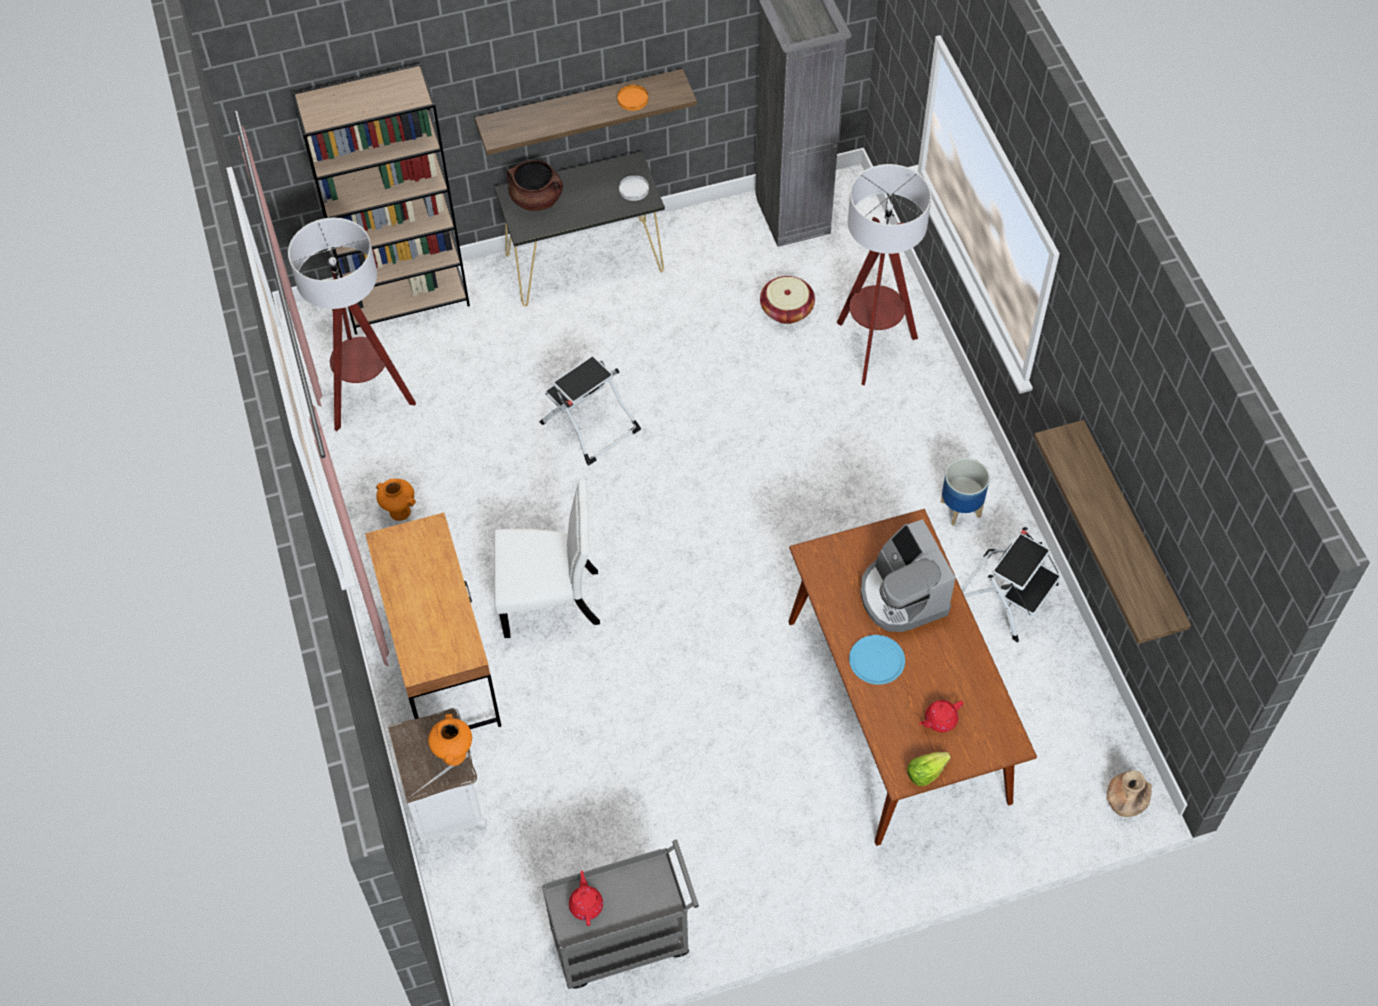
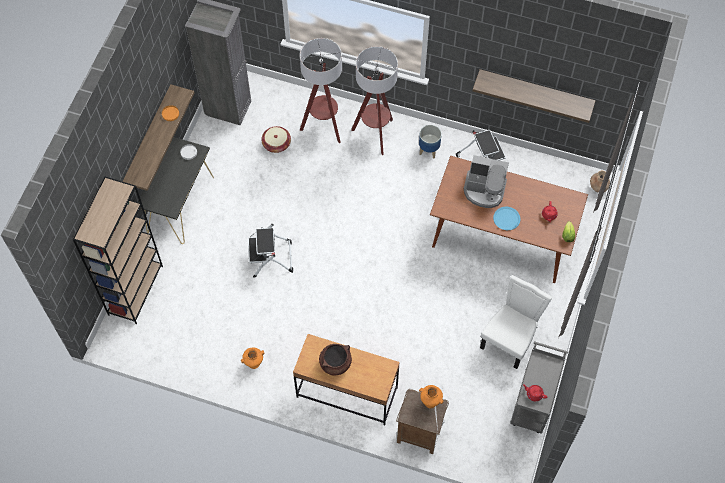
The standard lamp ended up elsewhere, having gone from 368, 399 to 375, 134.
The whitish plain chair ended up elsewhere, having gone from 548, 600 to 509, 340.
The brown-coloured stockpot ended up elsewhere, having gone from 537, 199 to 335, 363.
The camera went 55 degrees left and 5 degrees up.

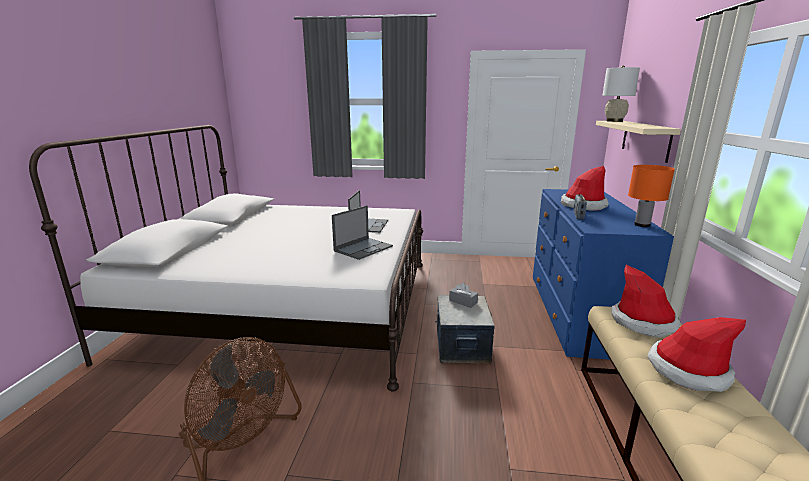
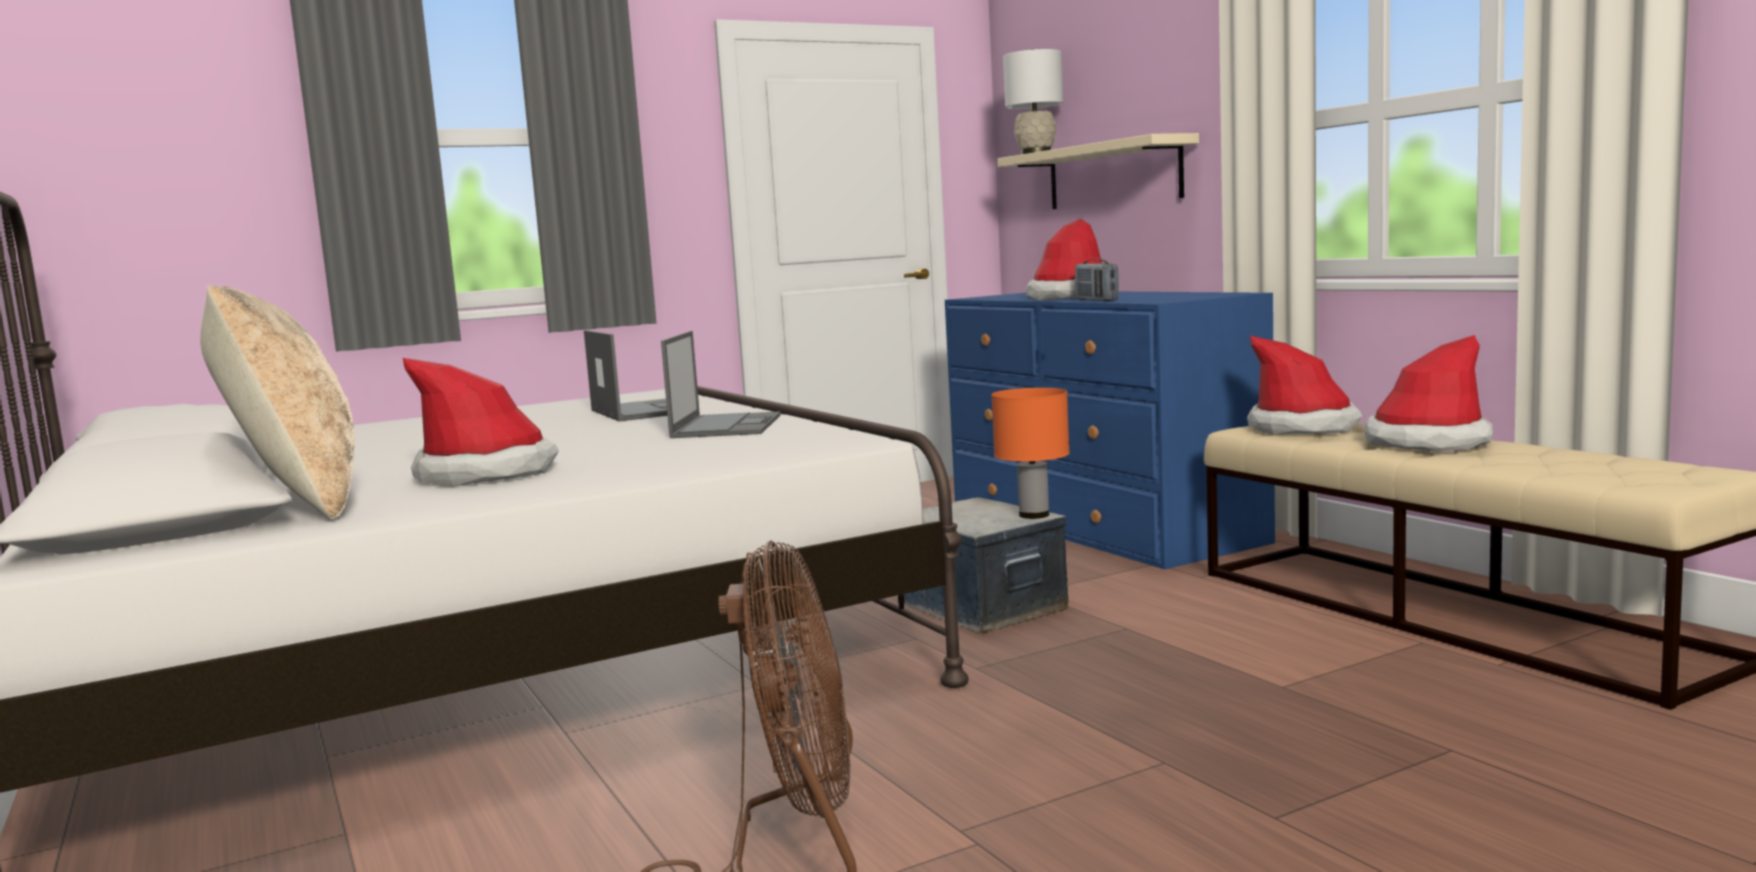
The second view lost the greyish tissue box at 463, 301.
The orange tabletop lamp ended up elsewhere, having gone from 642, 225 to 1034, 515.
The second view gained the sand-coloured throw pillow at 297, 505.
The second view gained the hat at 487, 473.
The camera went 35 degrees left and 10 degrees down.

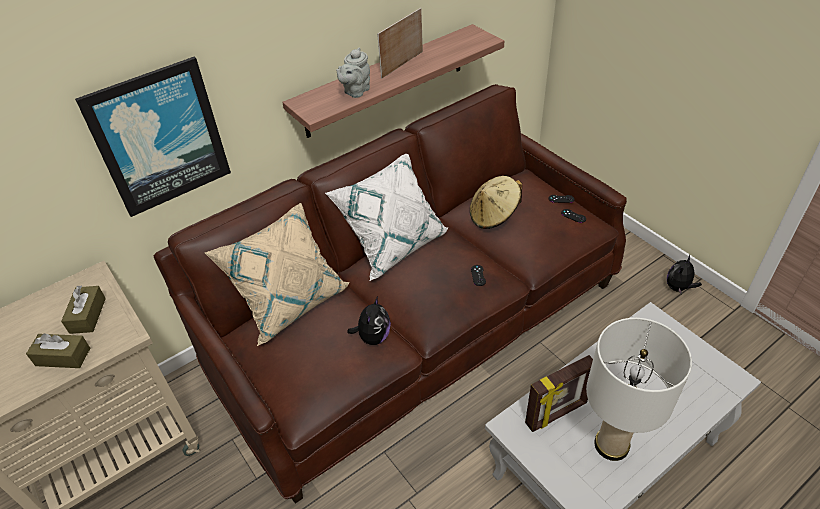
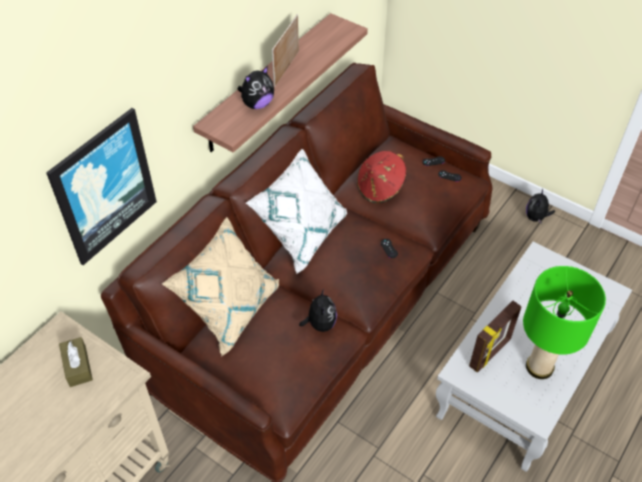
The second view lost the brown-coloured tissue box at 63, 357.
Where the greyish tea pot stood at 355, 91, the cuddly toy came to stand at 257, 104.
What was the sand-coloured hat at 494, 216 turned into the red hat at 380, 188.
What was the whitish tabletop lamp at 612, 445 turned into the green-coloured tabletop lamp at 539, 367.
The camera went 20 degrees left and 5 degrees up.

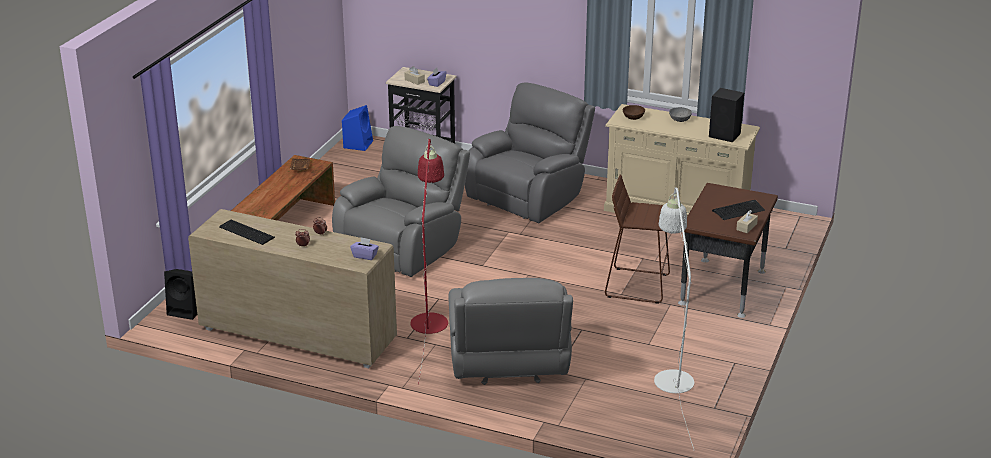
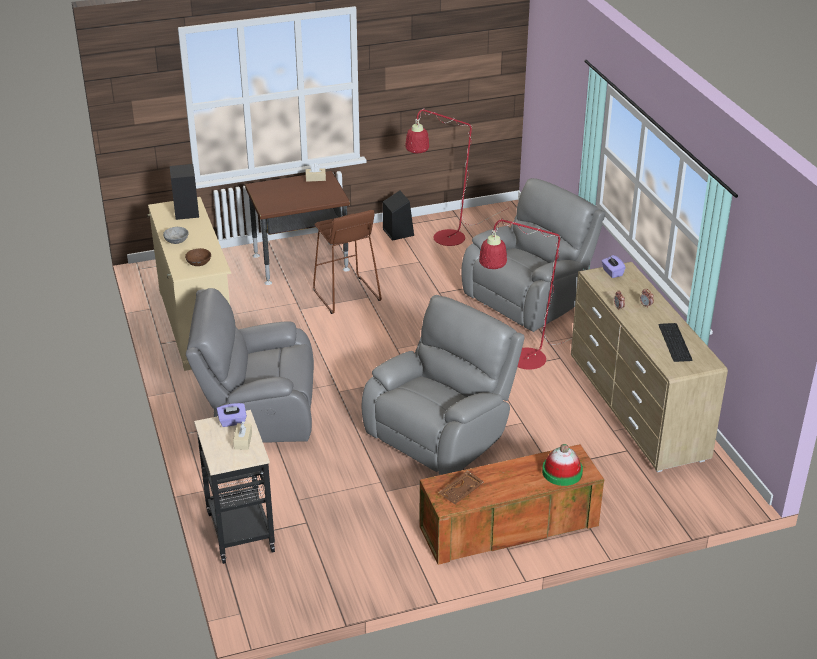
The blackish loudspeaker ended up elsewhere, having gone from 187, 310 to 397, 232.
The greyish armchair at 403, 247 ended up facing another way, 135 degrees clockwise from before.
The second view lost the bluish loudspeaker at 358, 144.
What was the whitish standard lamp at 671, 375 turned into the red standard lamp at 443, 241.
The second view lost the PC keyboard at 738, 210.
The second view gained the hat at 562, 472.
The camera went 130 degrees left and 5 degrees up.

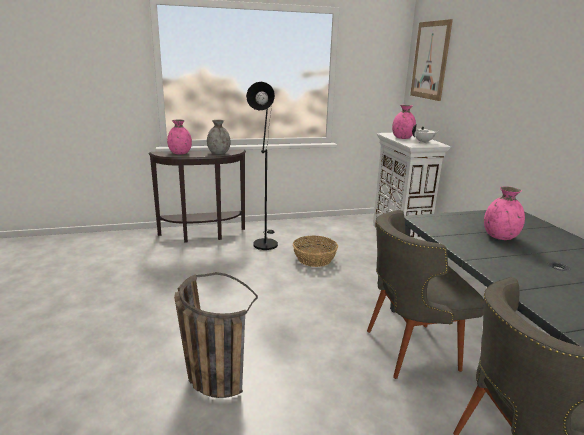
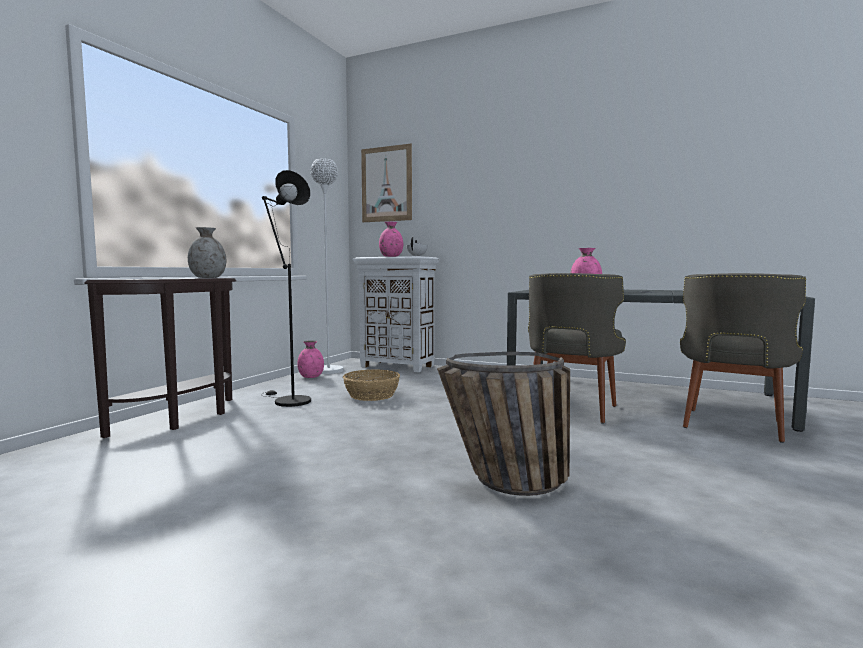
The pink decorative vase ended up elsewhere, having gone from 180, 153 to 311, 377.
The second view gained the whitish standard lamp at 328, 371.
The camera went 50 degrees left and 15 degrees down.

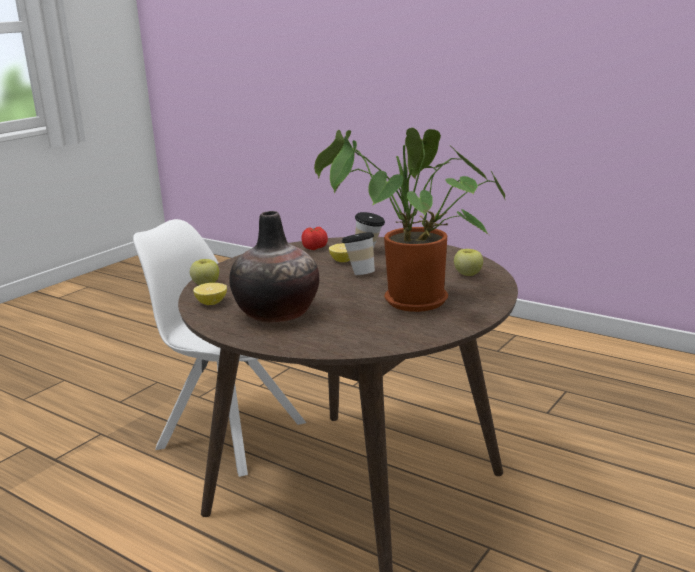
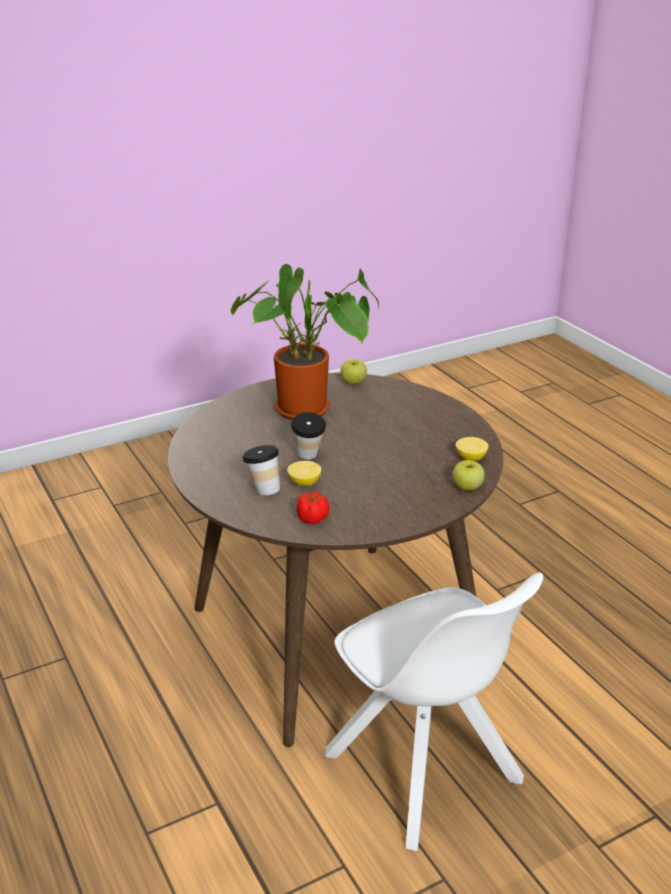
The second view lost the decorative vase at 277, 313.
The whole apple ended up elsewhere, having gone from 468, 274 to 353, 382.
The camera went 155 degrees left and 10 degrees up.

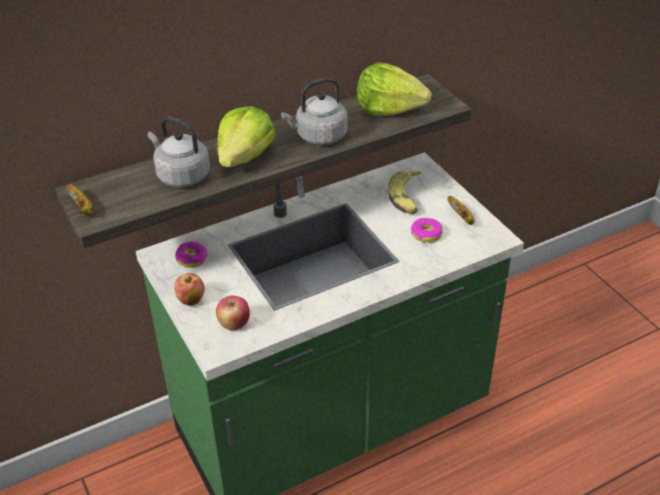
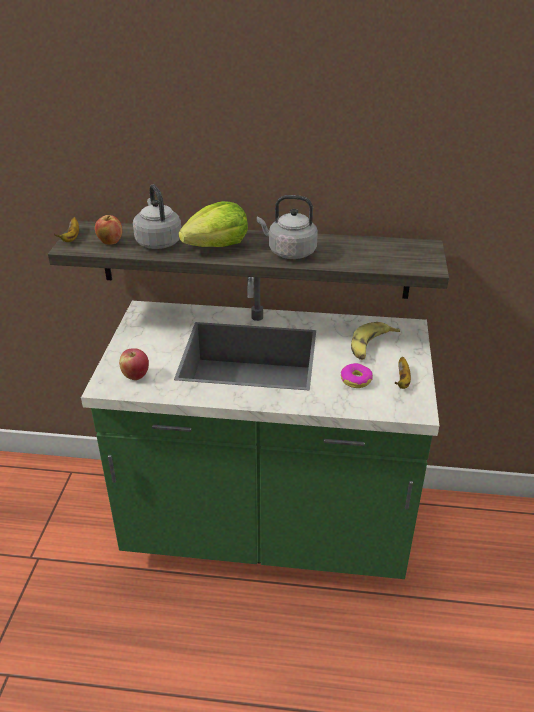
The whole apple ended up elsewhere, having gone from 191, 300 to 110, 242.
The second view lost the doughnut at 192, 259.
The second view lost the lettuce at 389, 107.
The camera went 35 degrees right and 5 degrees down.

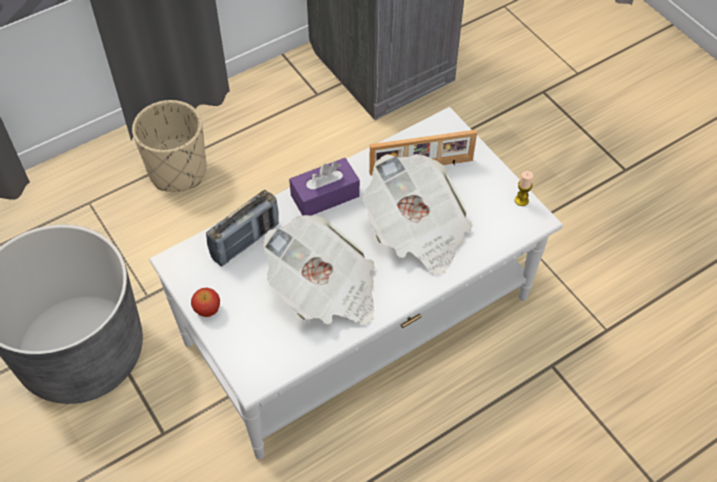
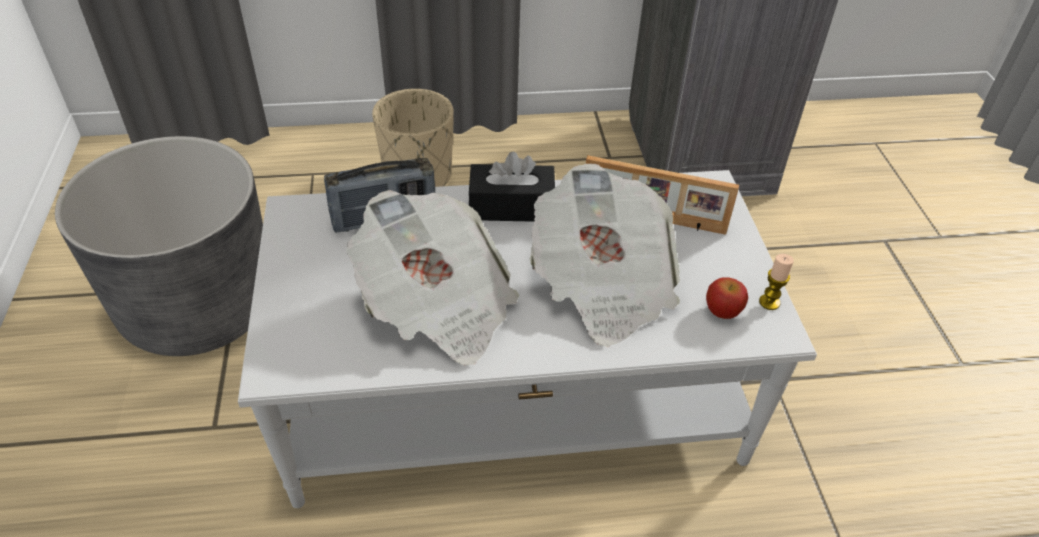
The whole apple ended up elsewhere, having gone from 207, 310 to 722, 311.
What was the purplish tissue box at 325, 196 turned into the blackish tissue box at 511, 207.
The camera went 25 degrees right and 10 degrees down.

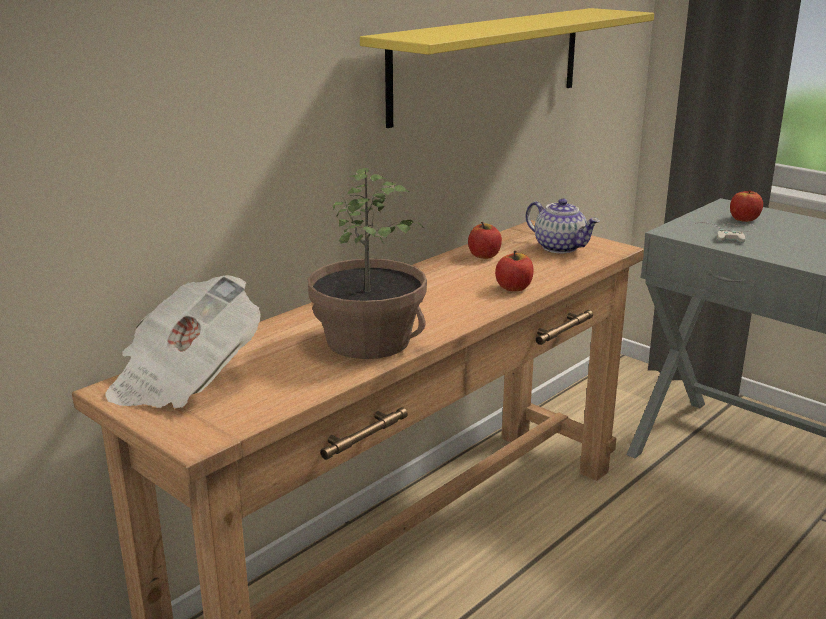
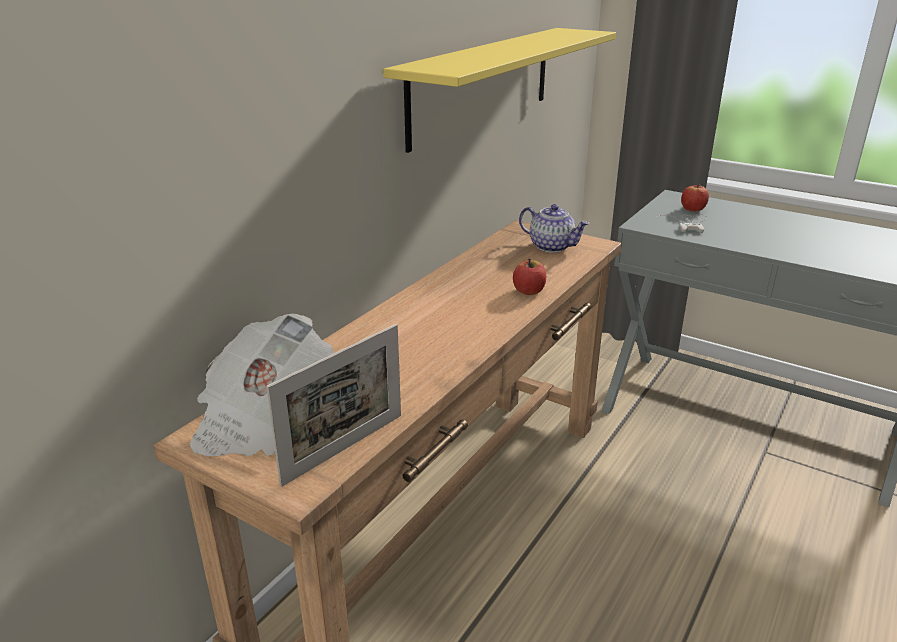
The second view lost the plant in a pot at 367, 341.
The second view lost the whole apple at 484, 256.
The second view gained the photo frame at 344, 448.
The camera went 10 degrees left and 5 degrees up.

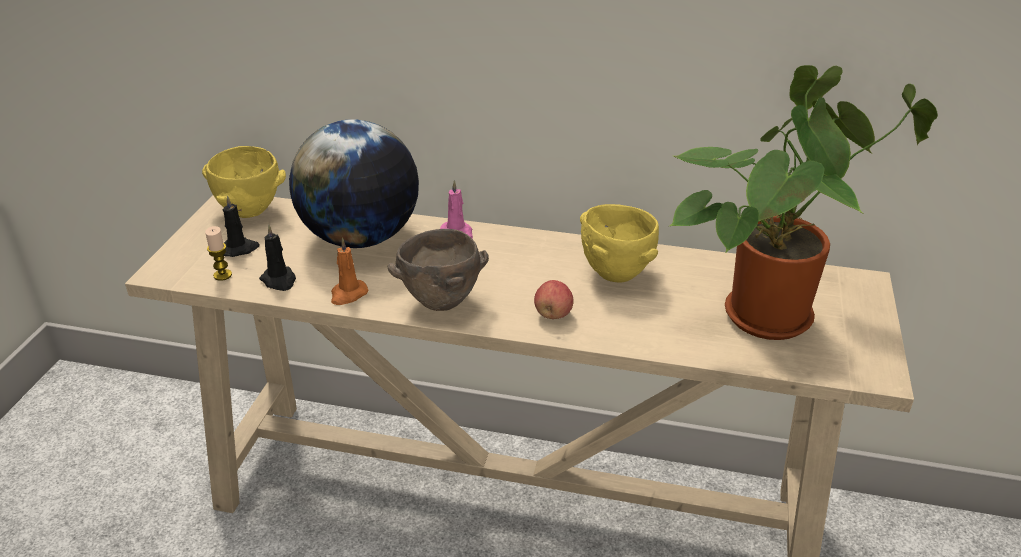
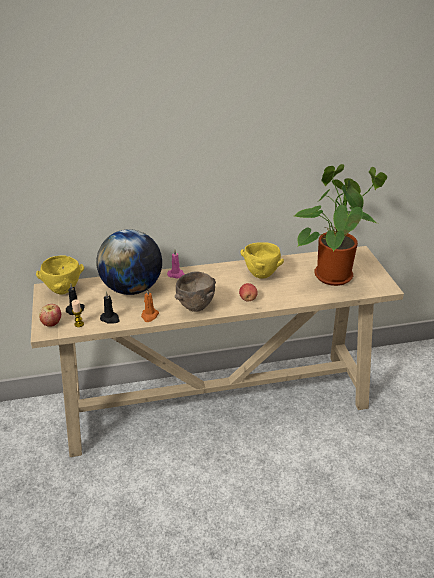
The second view gained the whole apple at 52, 323.
The camera went 25 degrees left and 0 degrees up.

